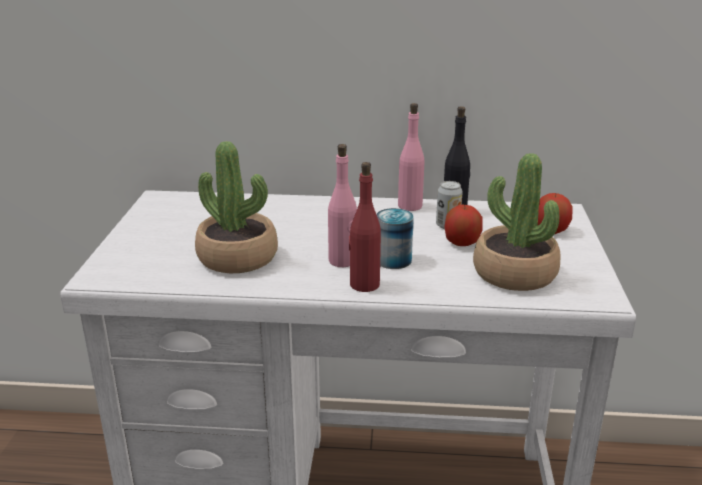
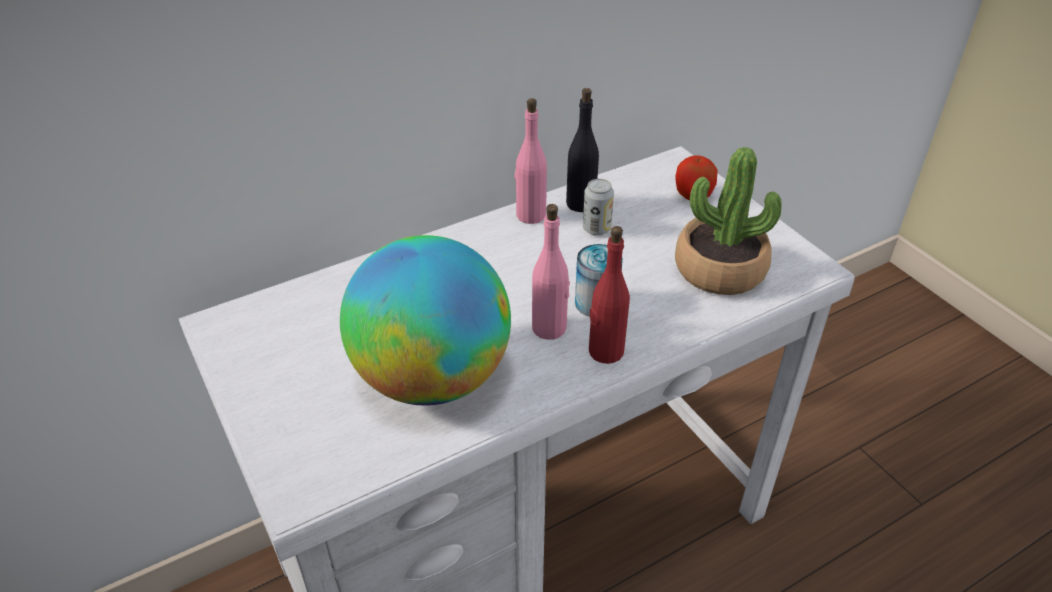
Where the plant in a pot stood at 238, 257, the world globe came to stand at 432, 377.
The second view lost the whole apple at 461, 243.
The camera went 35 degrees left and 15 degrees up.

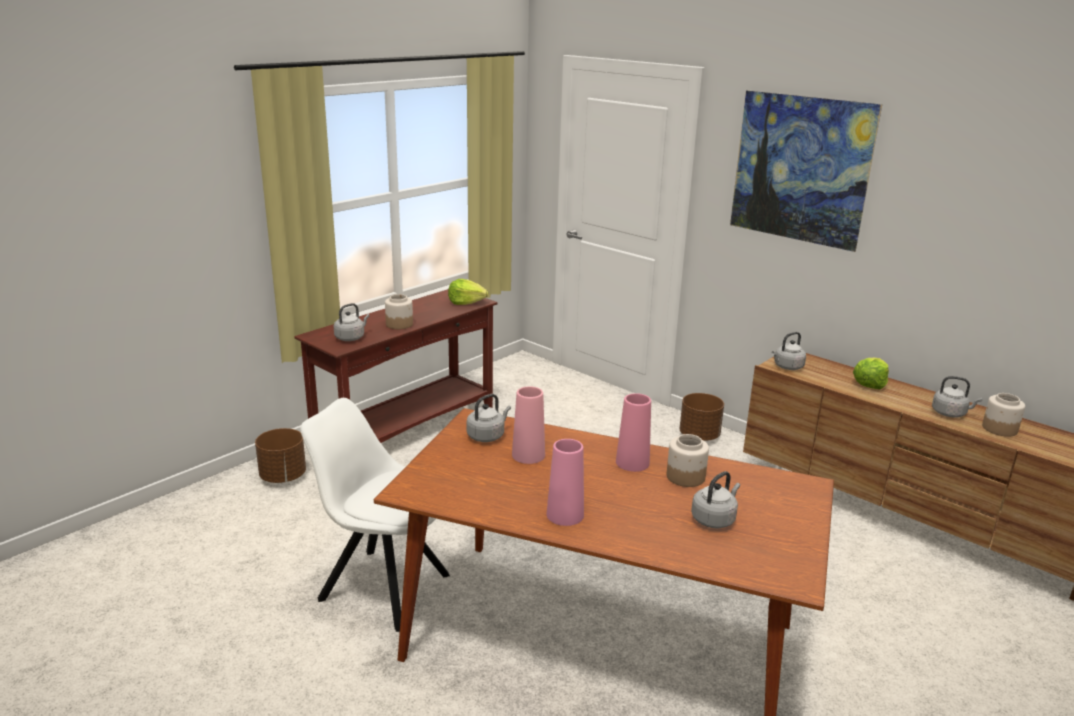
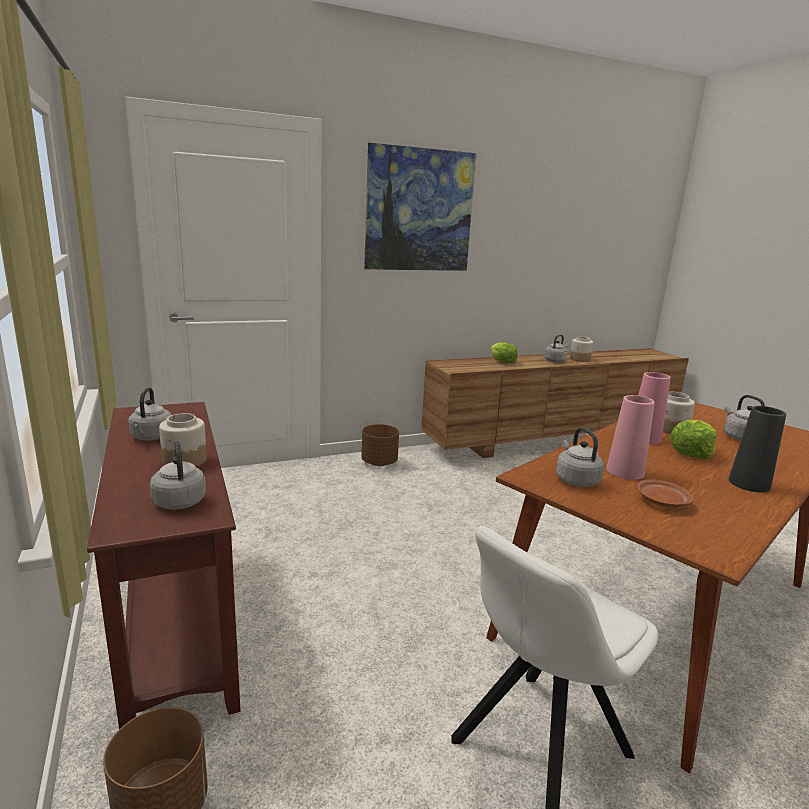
The lettuce ended up elsewhere, having gone from 466, 302 to 690, 452.
What was the pink decorative vase at 565, 515 turned into the blackish decorative vase at 749, 484.
The greyish kettle ended up elsewhere, having gone from 787, 367 to 151, 437.
The second view gained the brown-coloured dinner plate at 661, 501.
The camera went 65 degrees left and 5 degrees down.

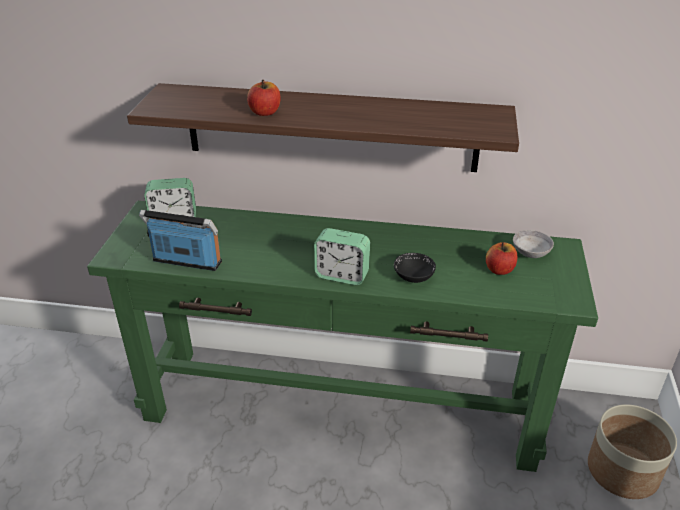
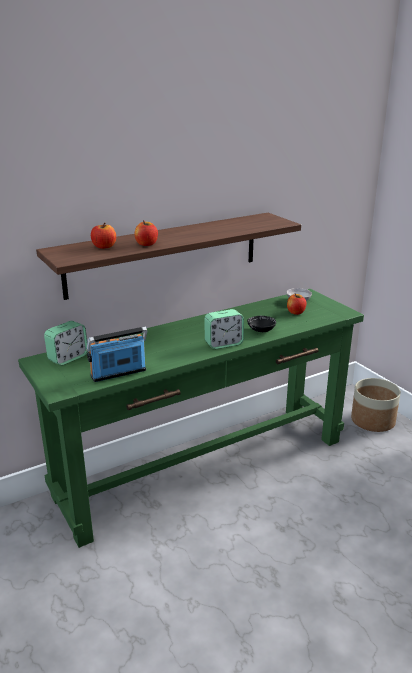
The second view gained the whole apple at 104, 247.
The camera went 40 degrees left and 10 degrees down.

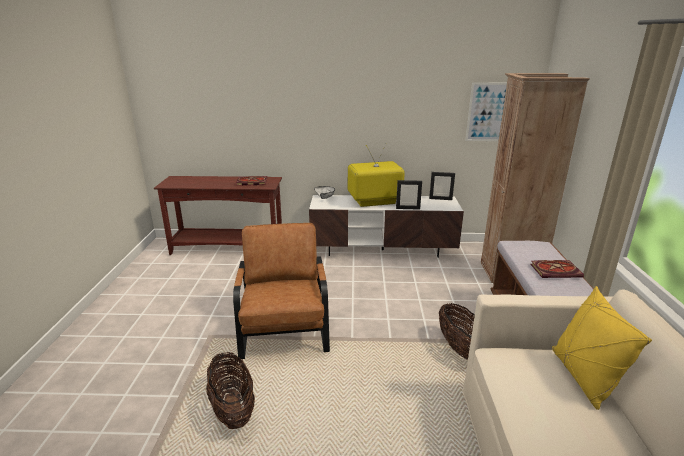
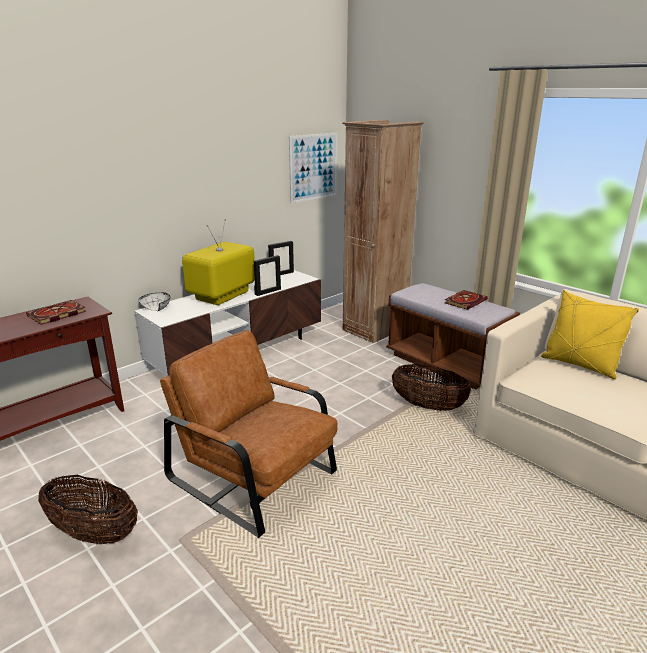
The storage basket ended up elsewhere, having gone from 233, 409 to 93, 533.
The camera went 45 degrees left and 0 degrees up.

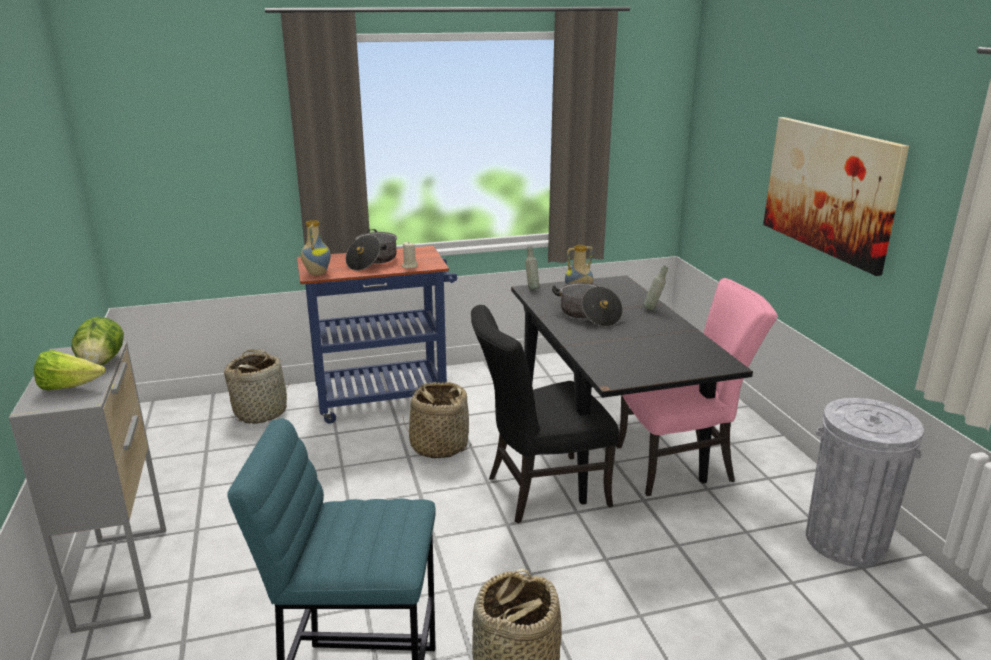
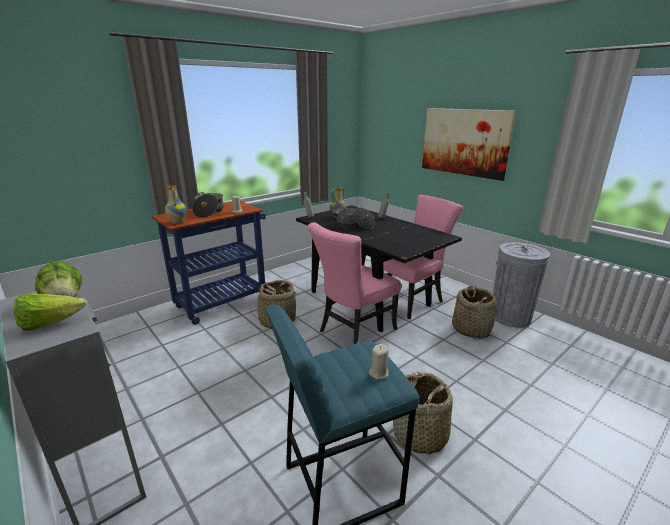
The storage basket ended up elsewhere, having gone from 261, 412 to 471, 329.
What was the blackish plain chair at 540, 491 turned into the pink plain chair at 353, 331.
The second view gained the sand-coloured candle at 379, 373.
The camera went 25 degrees left and 0 degrees up.

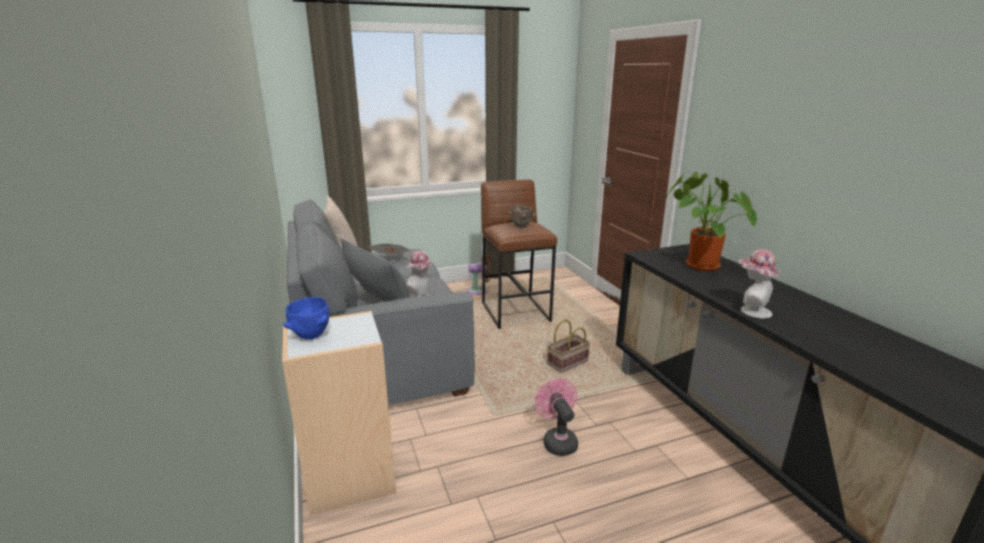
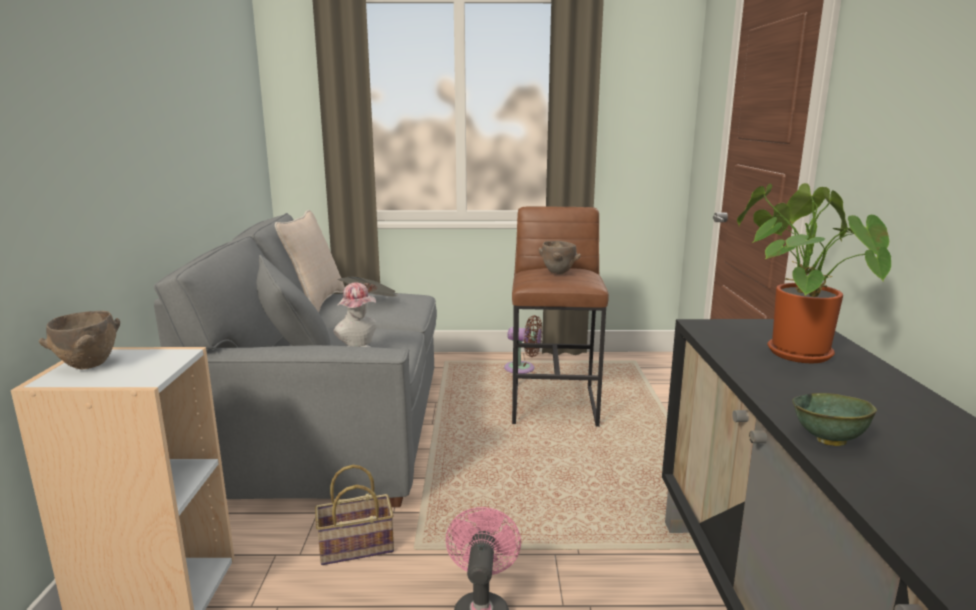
What was the bluish serving bowl at 310, 336 turned into the brown-coloured serving bowl at 88, 366.
The storage basket ended up elsewhere, having gone from 567, 363 to 354, 548.
Where the hat stood at 751, 310, the green-coloured serving bowl came to stand at 827, 441.
The camera went 20 degrees right and 5 degrees down.

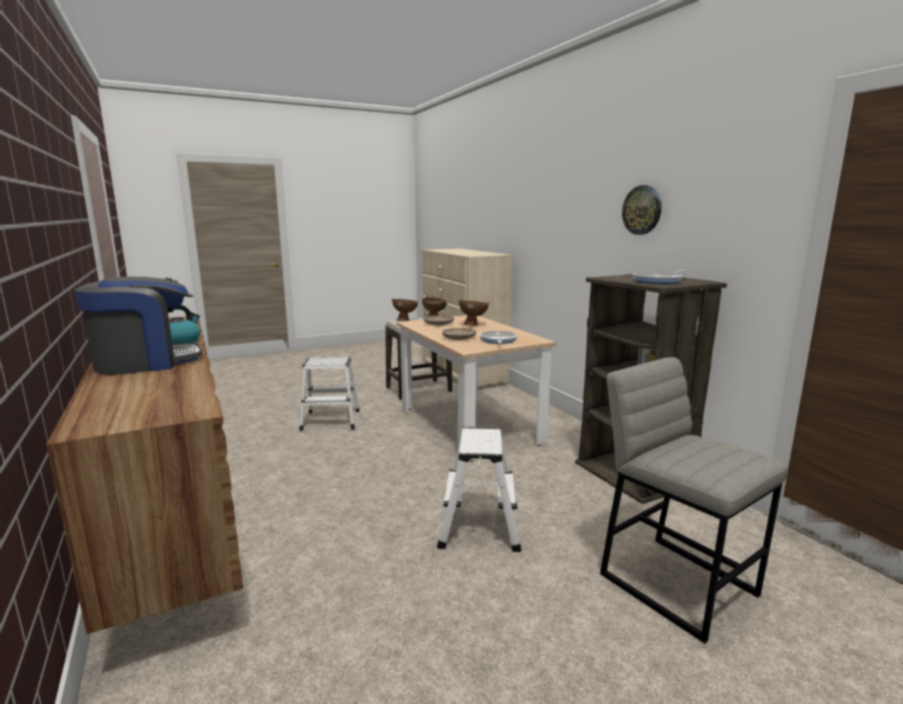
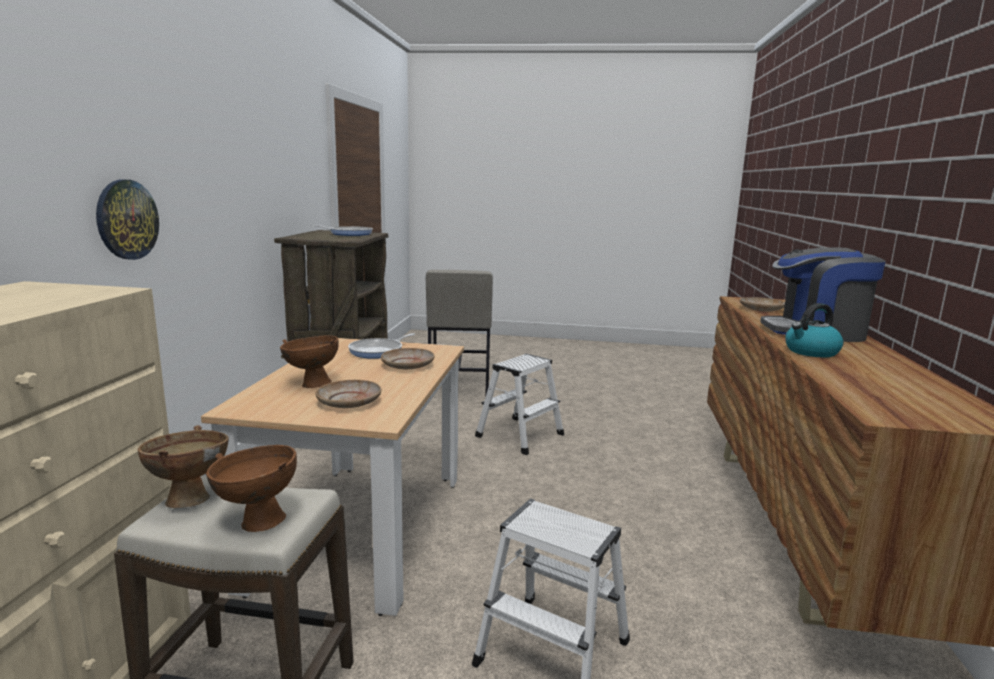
The hanging clock ended up elsewhere, having gone from 642, 210 to 126, 219.
The second view gained the sand-coloured dinner plate at 761, 309.
The camera went 145 degrees left and 0 degrees up.

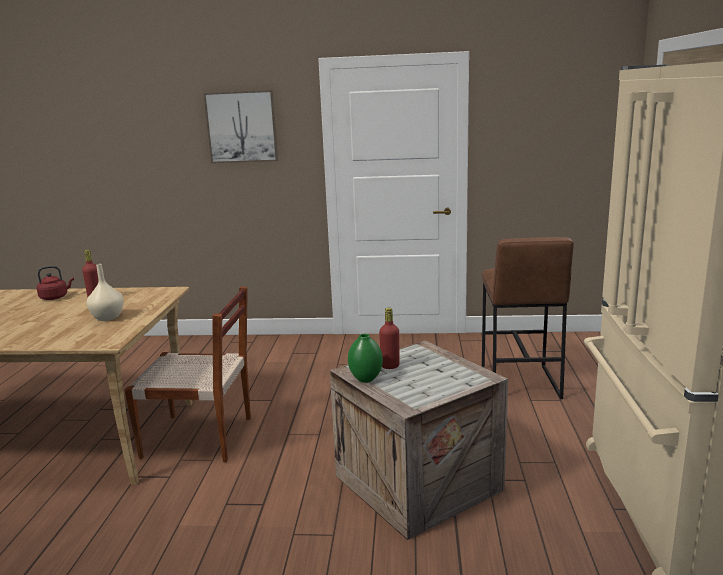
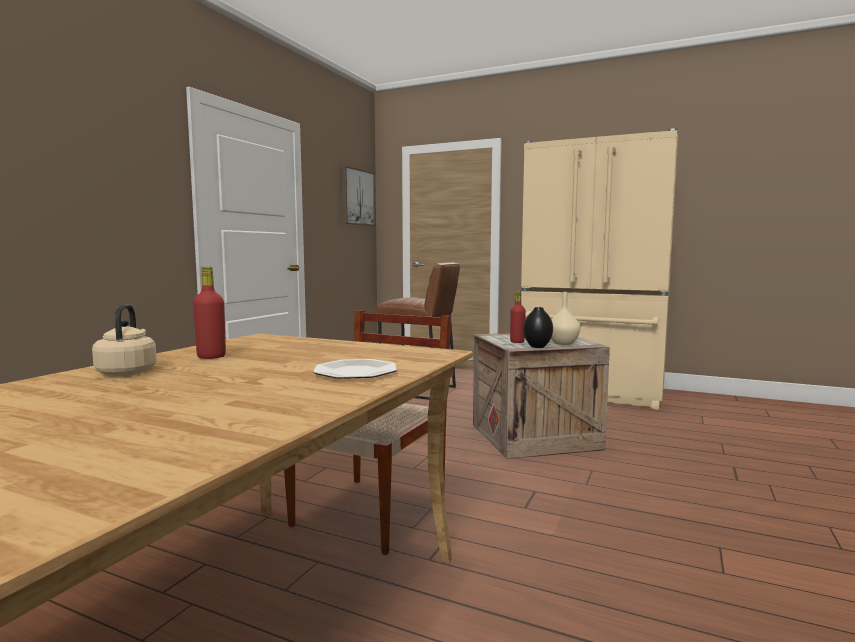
What was the red kettle at 55, 297 turned into the sand-coloured kettle at 128, 372.
The sand-coloured decorative vase ended up elsewhere, having gone from 107, 318 to 563, 343.
The picture ended up elsewhere, having gone from 242, 127 to 357, 197.
What was the green-coloured decorative vase at 366, 379 turned into the blackish decorative vase at 537, 346.
The second view gained the dinner plate at 355, 372.
The camera went 70 degrees left and 10 degrees down.

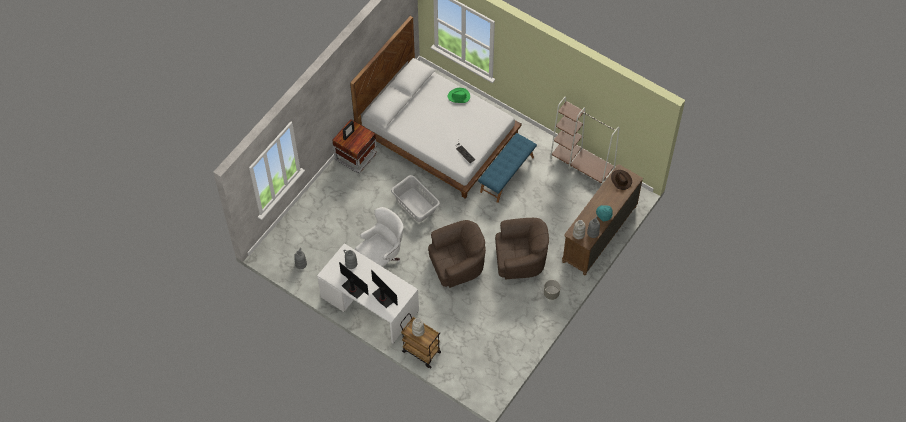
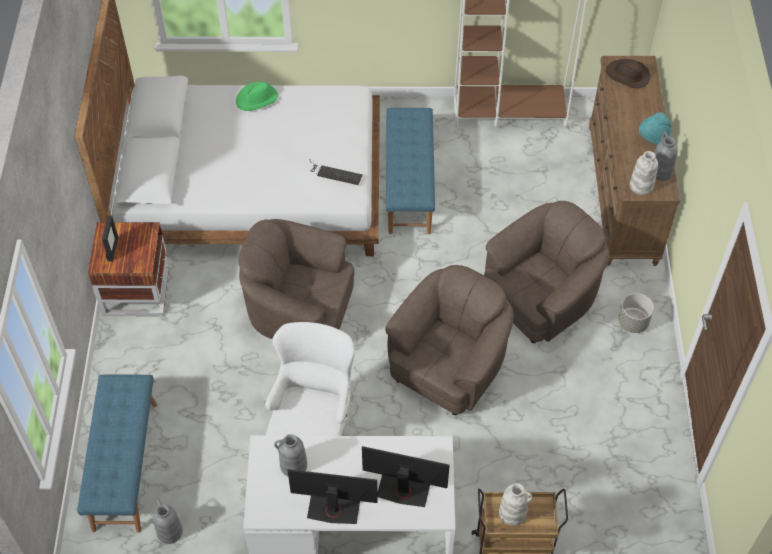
Where the greyish hamper stood at 415, 205, the brown-coloured armchair came to stand at 300, 311.
The second view gained the bluish bench at 124, 465.
The camera went 35 degrees left and 5 degrees down.

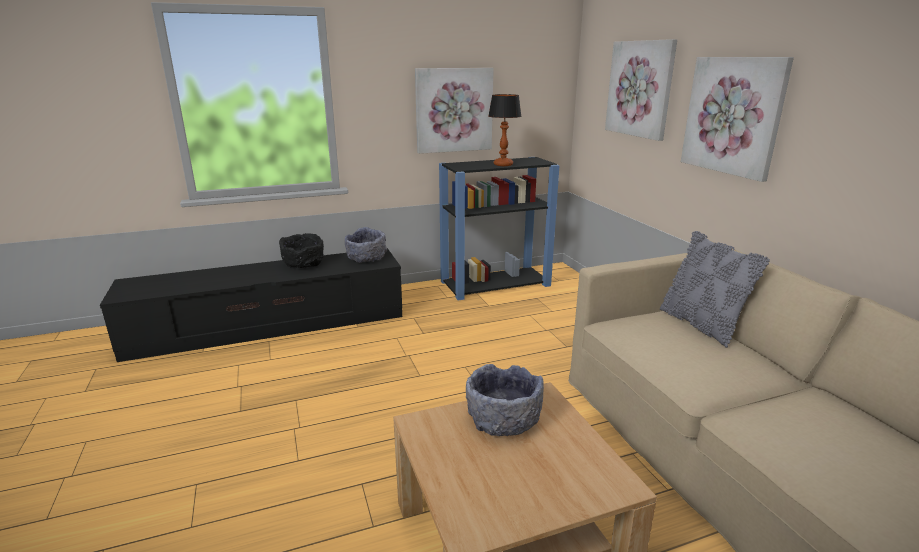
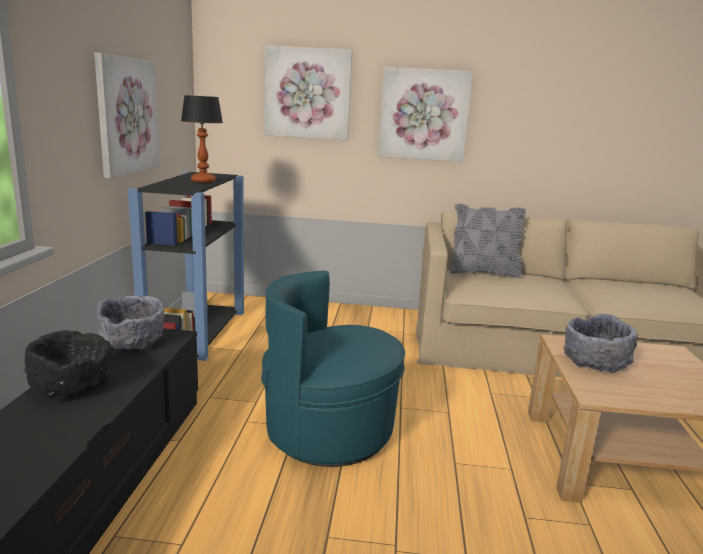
The second view gained the turquoise armchair at 330, 430.
The camera went 65 degrees left and 5 degrees down.

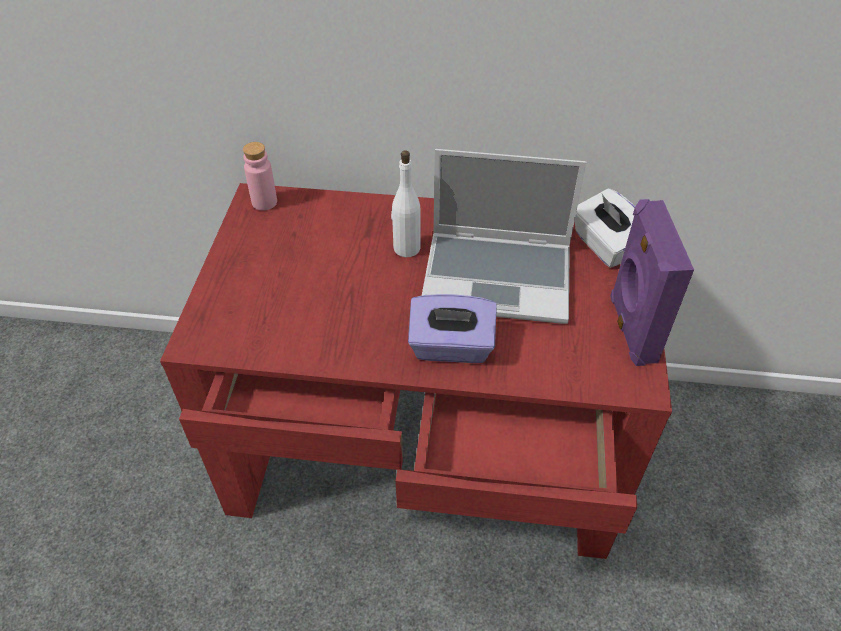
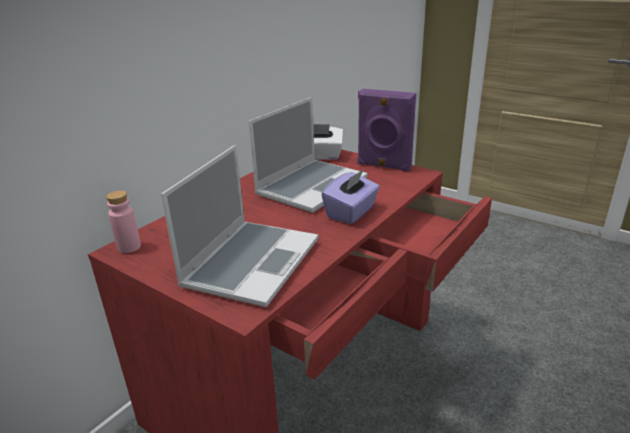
The second view lost the whitish drink bottle at 406, 248.
The second view gained the notebook computer at 251, 262.
The camera went 60 degrees left and 20 degrees down.

